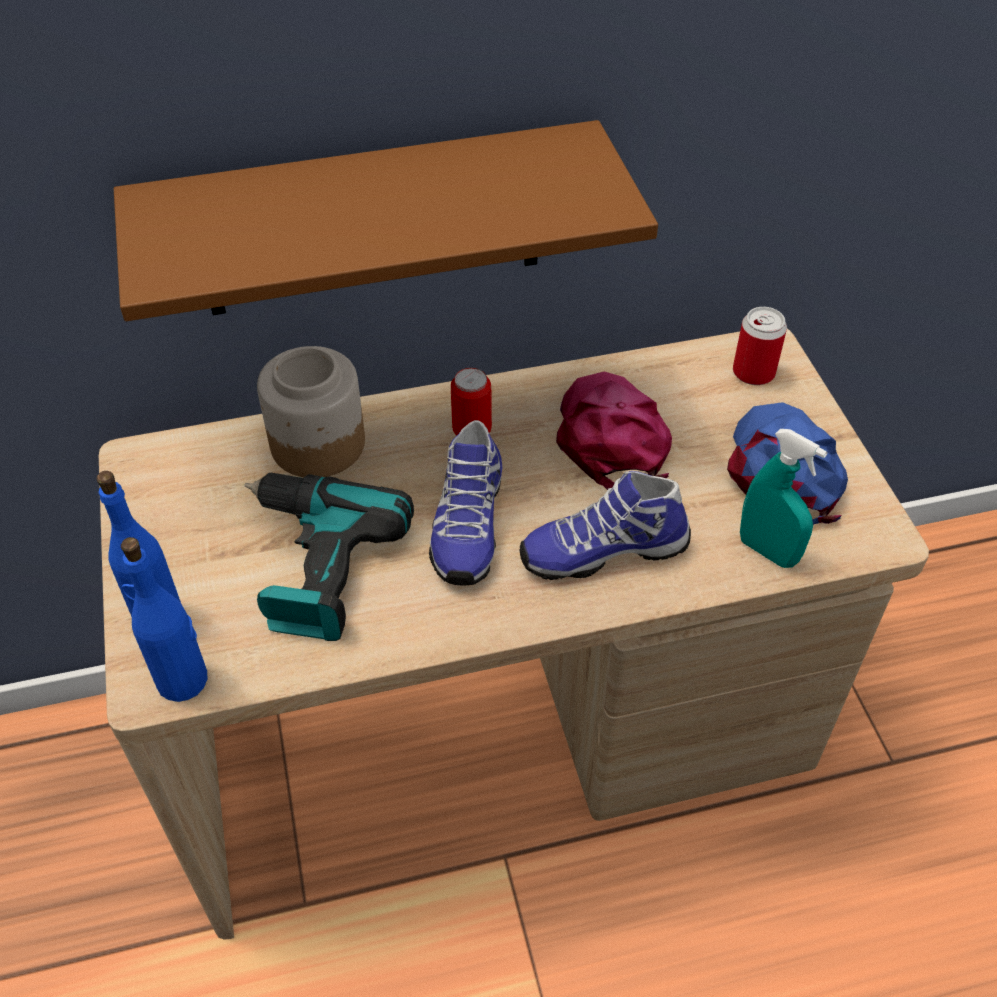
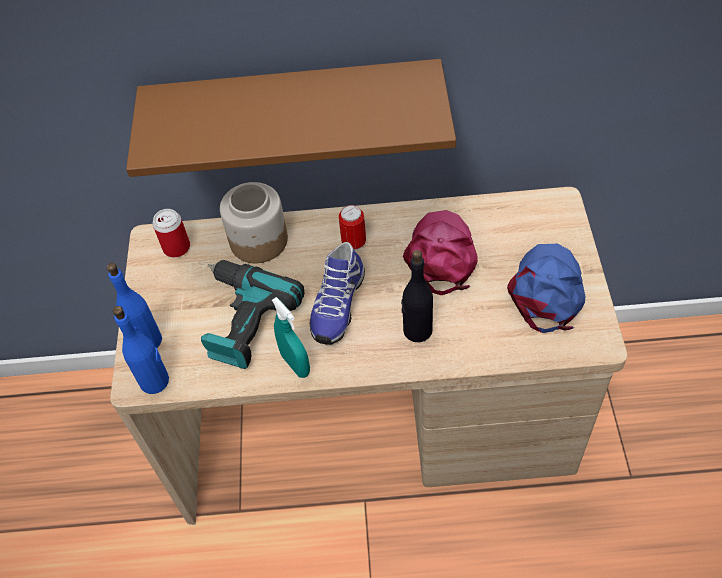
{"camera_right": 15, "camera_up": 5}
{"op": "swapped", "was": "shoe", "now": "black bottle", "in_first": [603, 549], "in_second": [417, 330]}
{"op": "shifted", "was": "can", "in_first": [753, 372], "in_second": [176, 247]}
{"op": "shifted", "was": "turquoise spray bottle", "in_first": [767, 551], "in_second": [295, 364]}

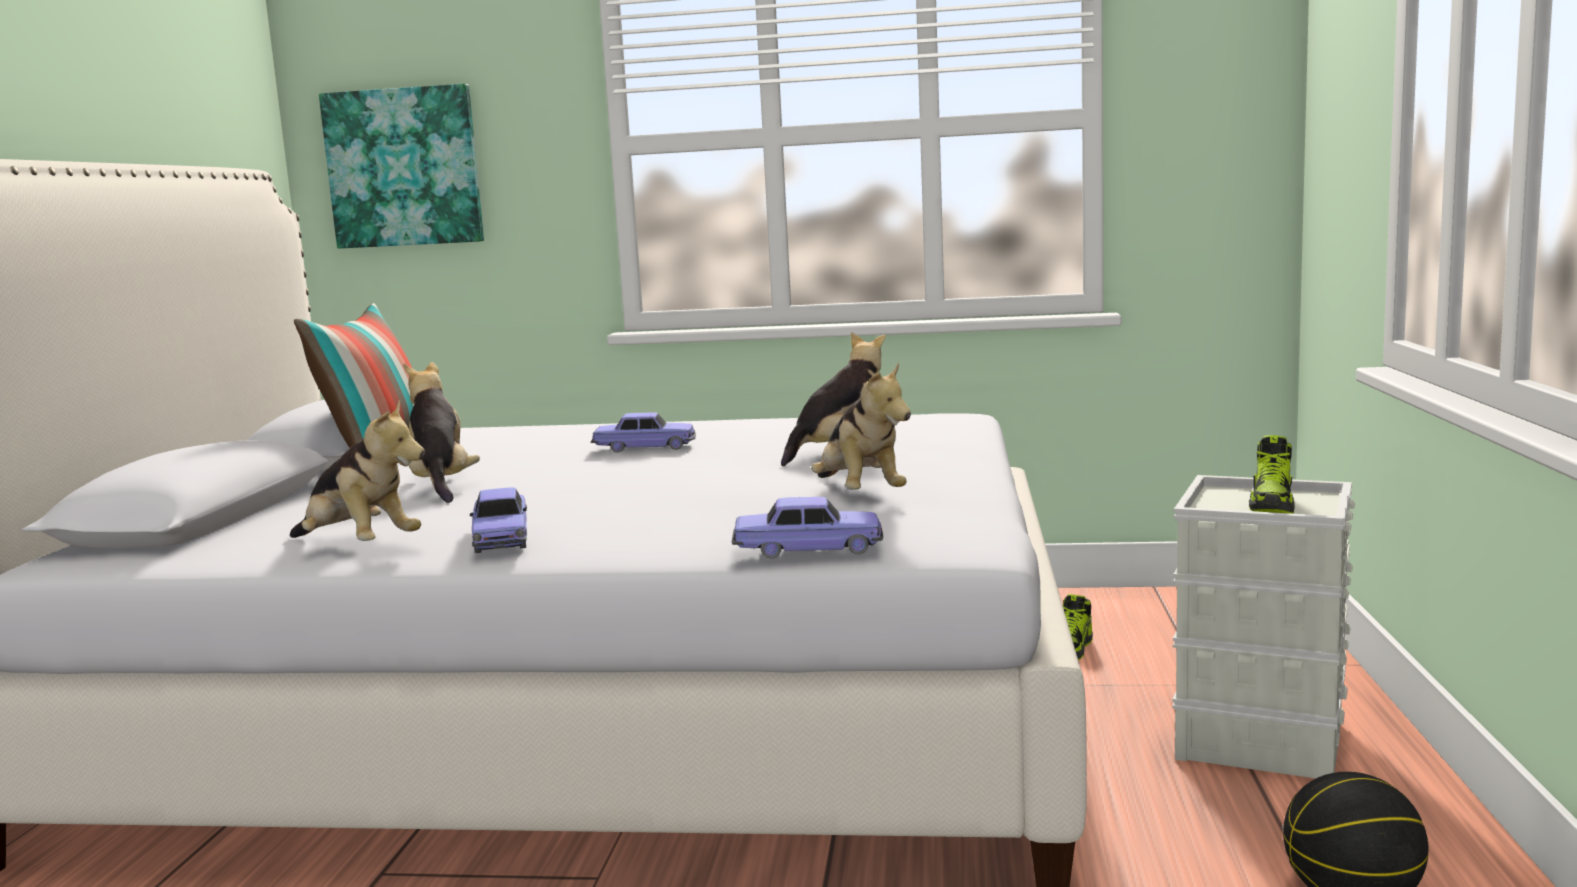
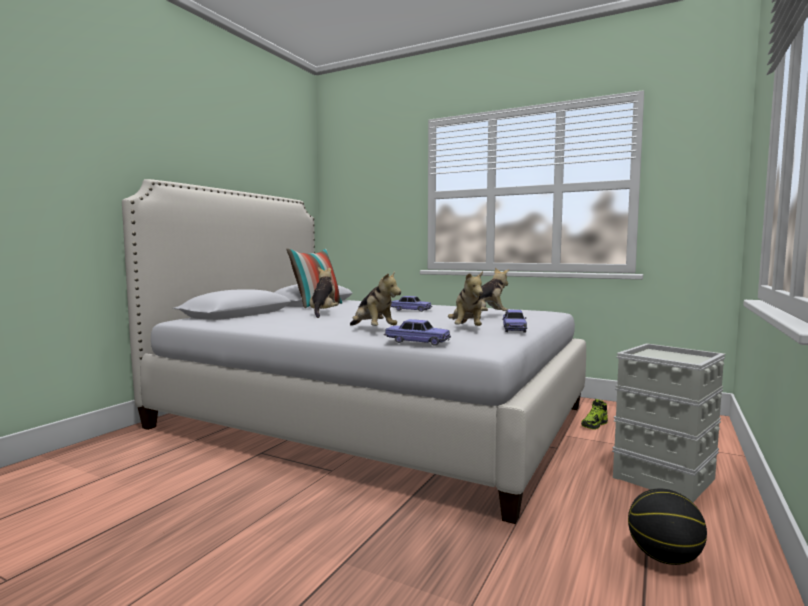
{"camera_right": 20, "camera_up": -5}
{"op": "shifted", "was": "plush toy", "in_first": [358, 547], "in_second": [373, 330]}
{"op": "gone", "was": "picture", "in_first": [404, 167]}
{"op": "shifted", "was": "toy car", "in_first": [501, 538], "in_second": [514, 329]}
{"op": "gone", "was": "shoe", "in_first": [1272, 505]}

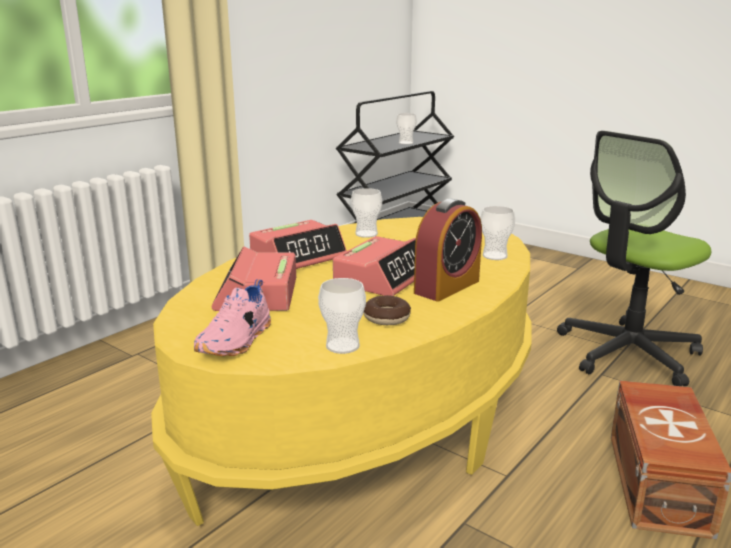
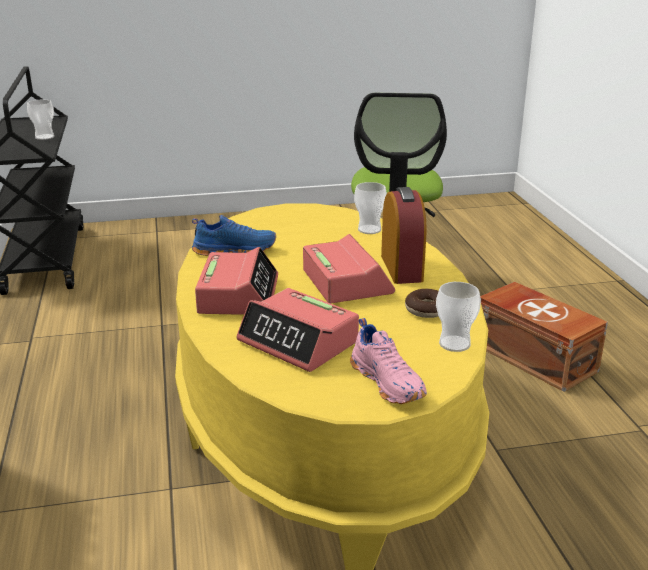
{"camera_right": -50, "camera_up": 5}
{"op": "swapped", "was": "cup", "now": "blue shoe", "in_first": [366, 234], "in_second": [234, 250]}

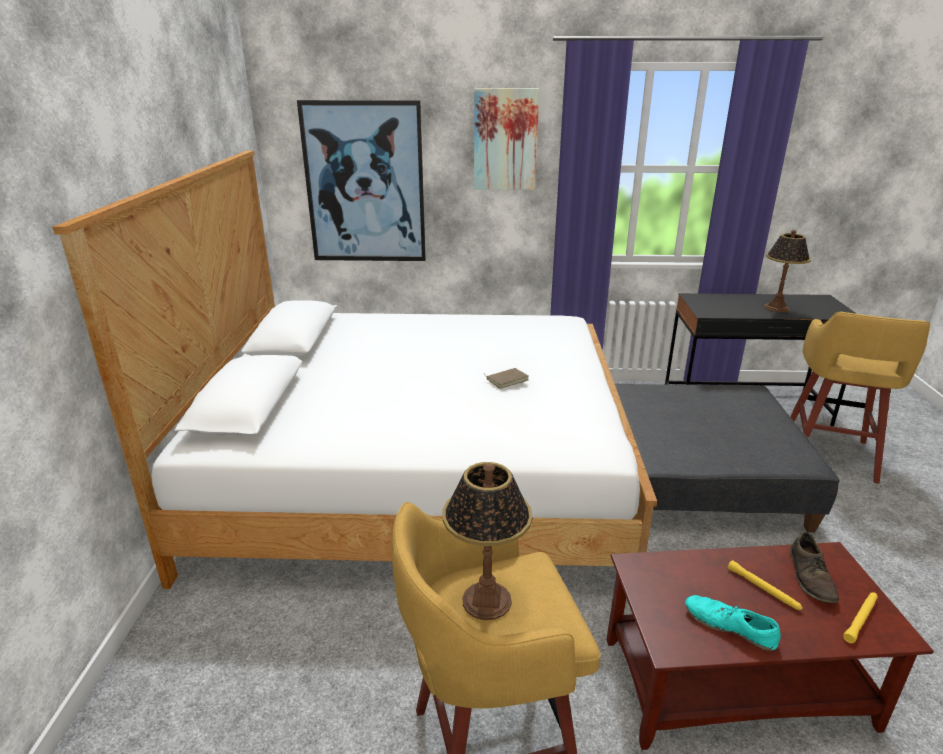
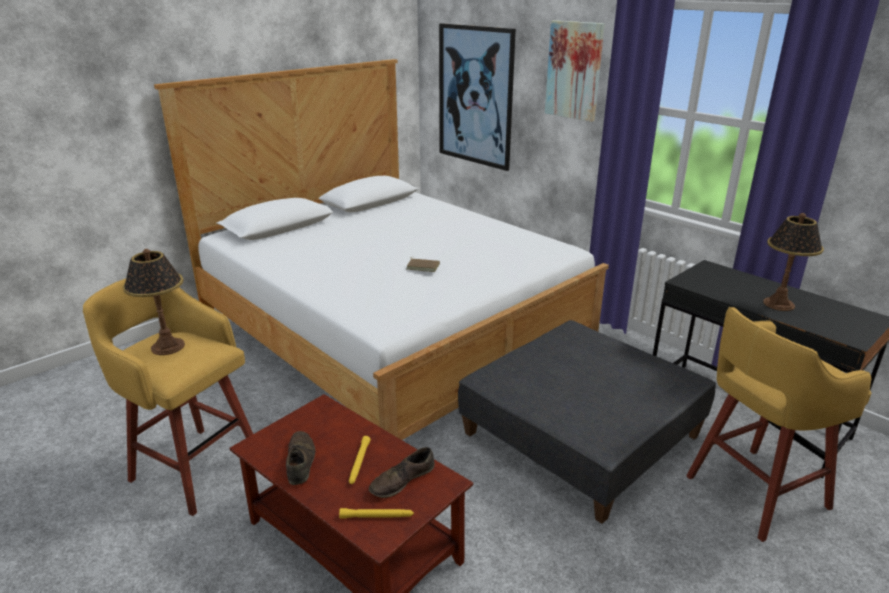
{"camera_right": 45, "camera_up": 0}
{"op": "repainted", "was": "turquoise shoe", "now": "brown shoe", "in_first": [729, 626], "in_second": [300, 461]}

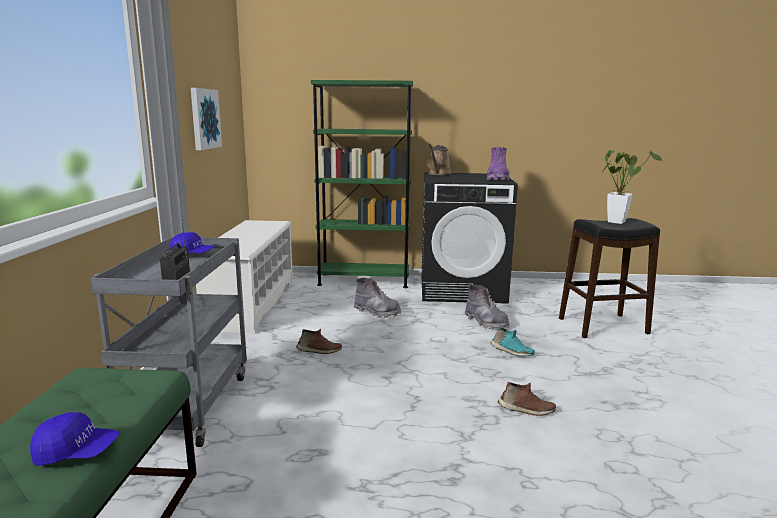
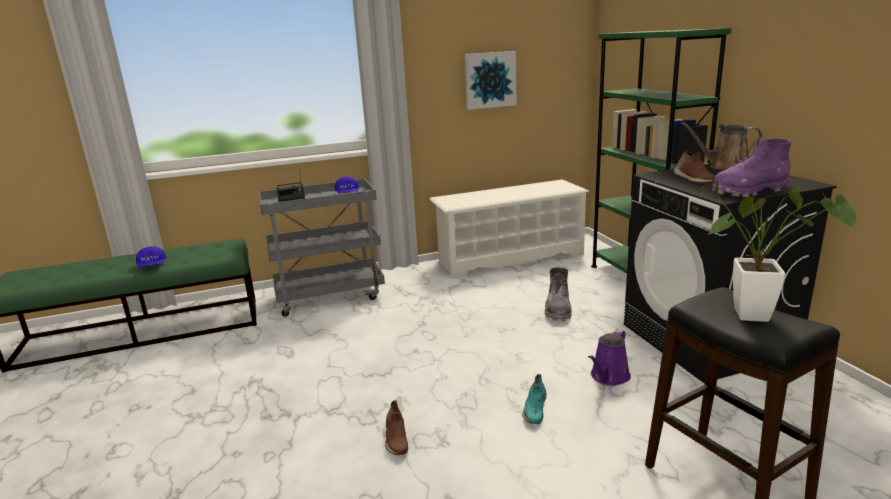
{"camera_right": 70, "camera_up": 5}
{"op": "shifted", "was": "brown shoe", "in_first": [319, 351], "in_second": [693, 180]}
{"op": "swapped", "was": "grey boot", "now": "purple watering can", "in_first": [486, 322], "in_second": [608, 377]}

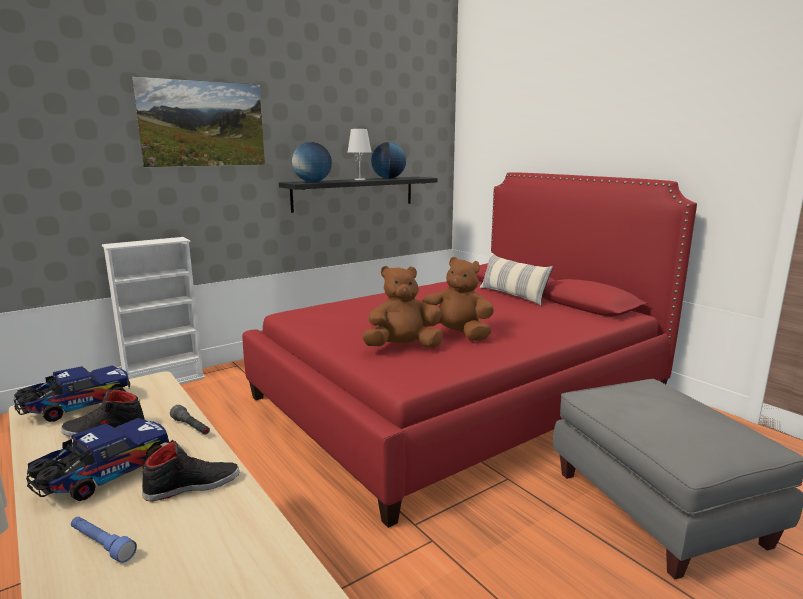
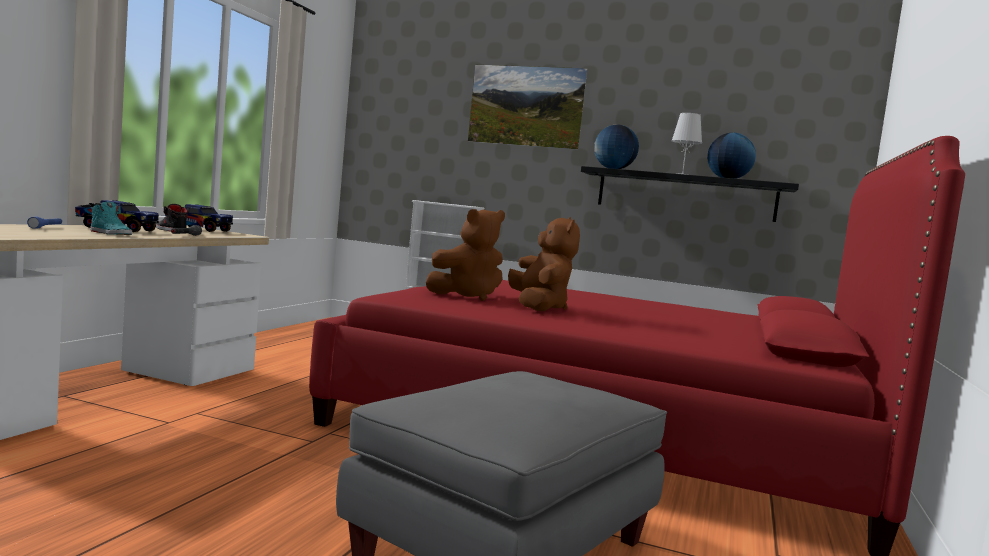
{"camera_right": 55, "camera_up": -10}
{"op": "repainted", "was": "black shoe", "now": "turquoise shoe", "in_first": [192, 485], "in_second": [111, 234]}
{"op": "rotated", "was": "brown plush toy", "in_first": [403, 347], "in_second": [467, 296], "clockwise": 105}
{"op": "gone", "was": "pillow", "in_first": [512, 295]}

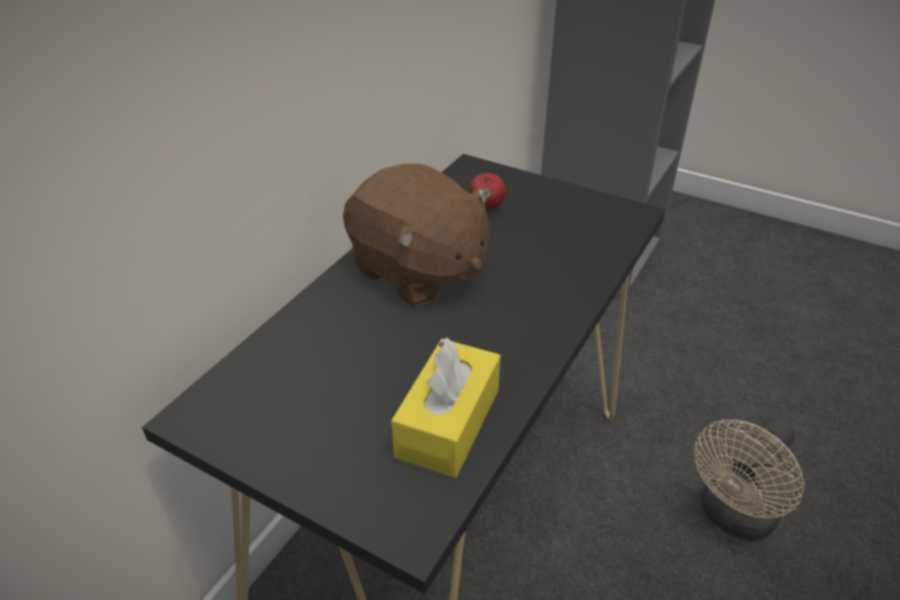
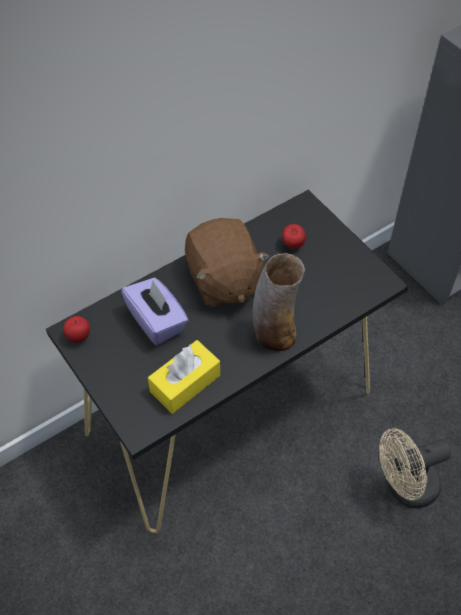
{"camera_right": 25, "camera_up": 15}
{"op": "new", "now": "apple", "in_second": [79, 337]}
{"op": "new", "now": "purple tissue box", "in_second": [157, 321]}
{"op": "new", "now": "vase", "in_second": [274, 334]}

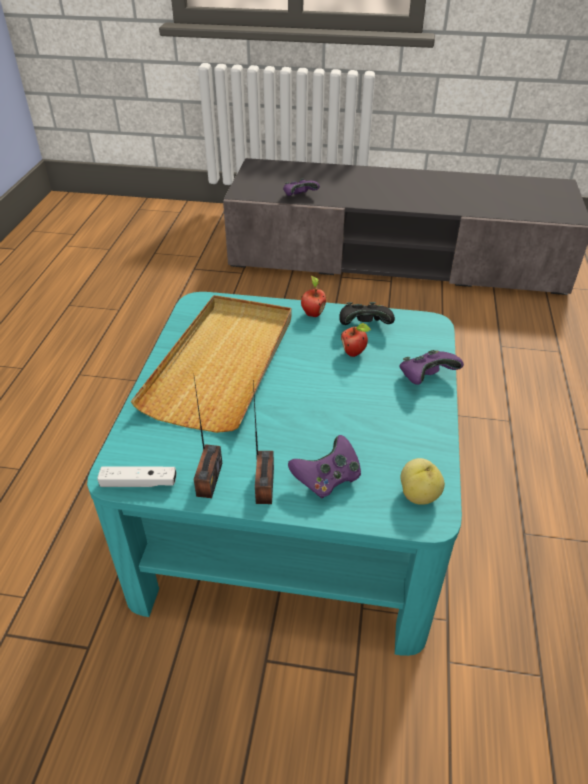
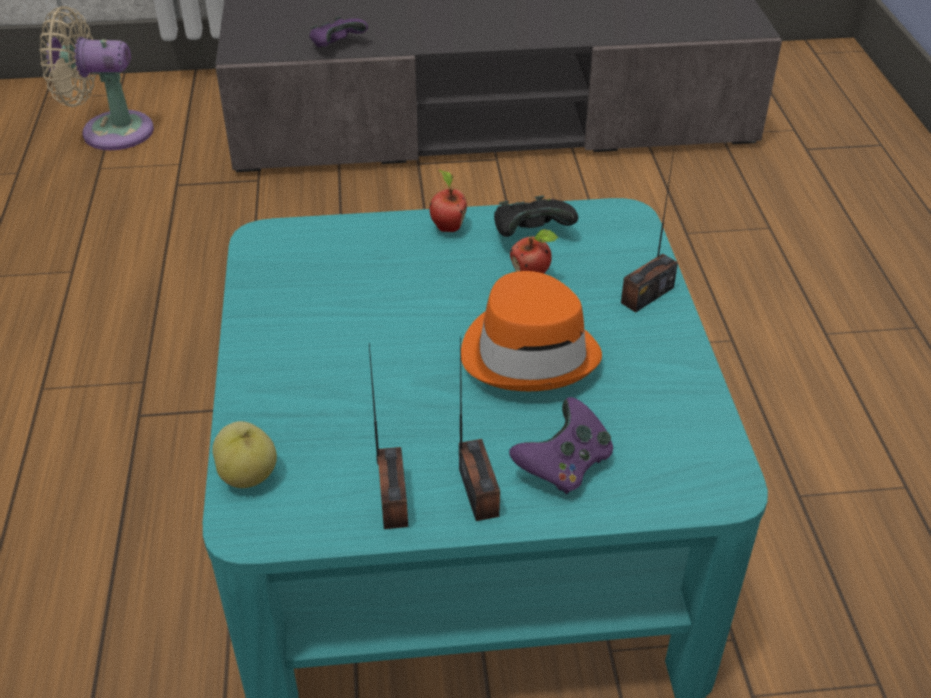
{"camera_right": -15, "camera_up": 0}
{"op": "gone", "was": "white game controller", "in_first": [139, 483]}
{"op": "gone", "was": "beige tray", "in_first": [223, 364]}
{"op": "swapped", "was": "purple game controller", "now": "radio", "in_first": [426, 378], "in_second": [647, 295]}
{"op": "shifted", "was": "apple", "in_first": [419, 495], "in_second": [248, 475]}
{"op": "new", "now": "beige fan", "in_second": [110, 131]}
{"op": "new", "now": "orange hat", "in_second": [529, 352]}

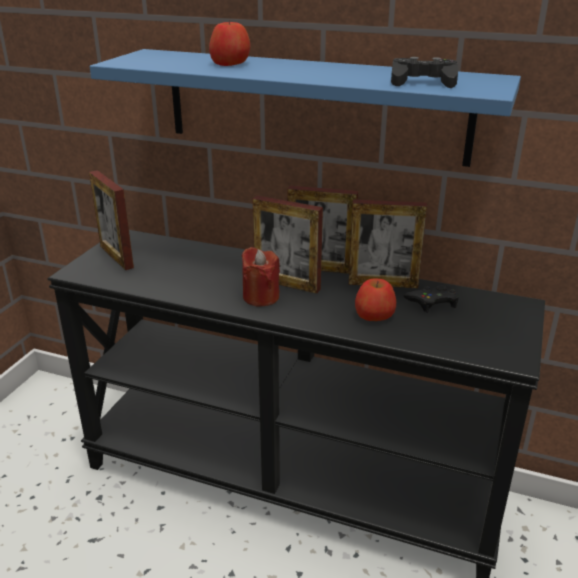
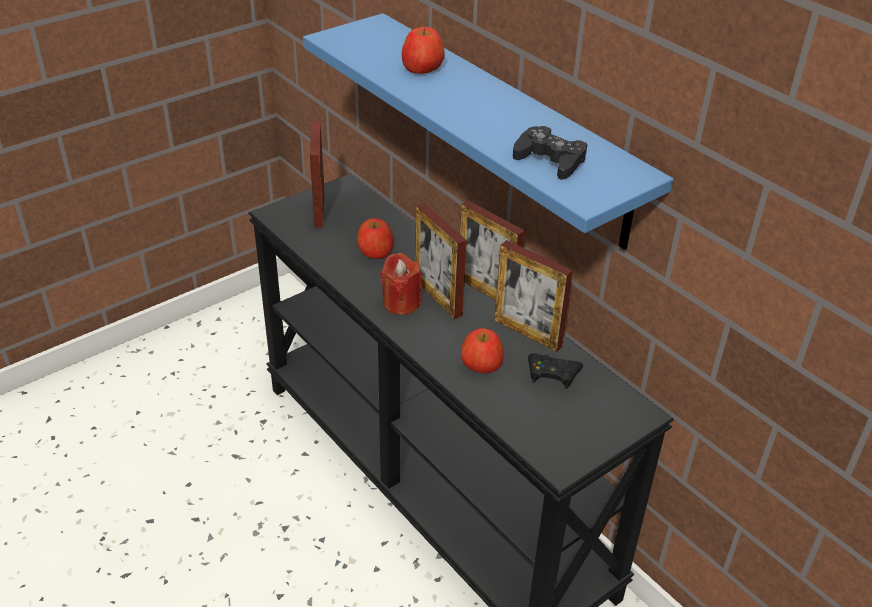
{"camera_right": 30, "camera_up": 10}
{"op": "new", "now": "apple", "in_second": [375, 251]}

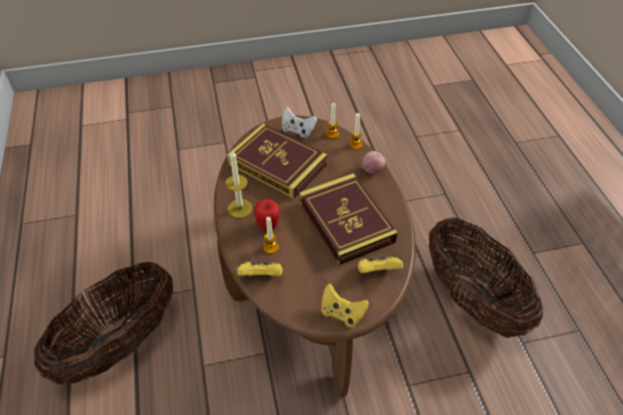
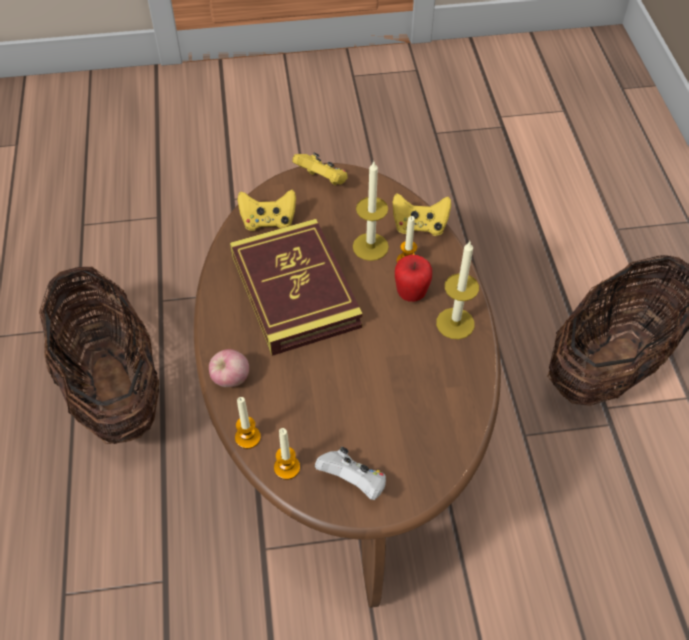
{"camera_right": -175, "camera_up": 5}
{"op": "gone", "was": "book", "in_first": [277, 164]}
{"op": "new", "now": "candle", "in_second": [370, 246]}

